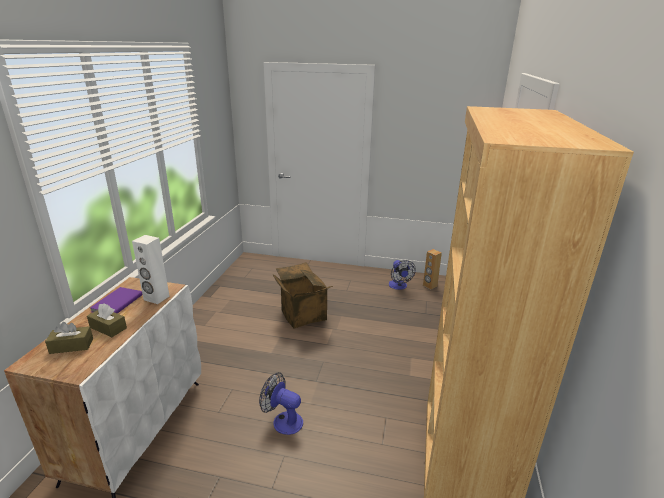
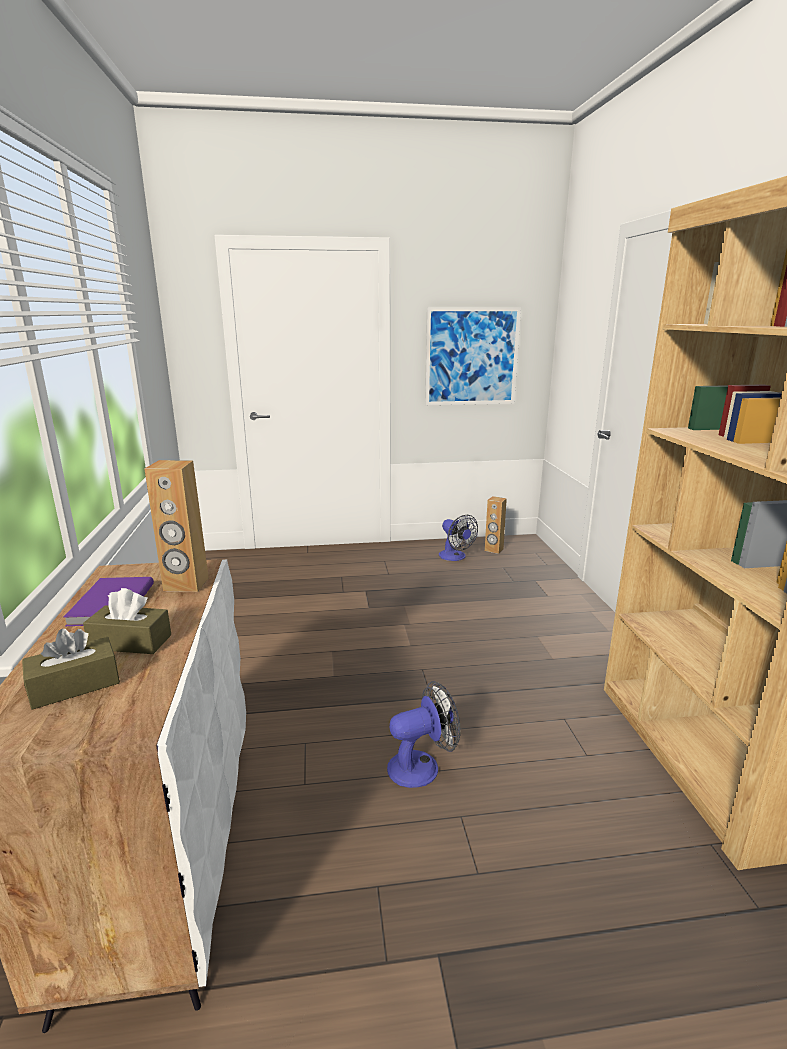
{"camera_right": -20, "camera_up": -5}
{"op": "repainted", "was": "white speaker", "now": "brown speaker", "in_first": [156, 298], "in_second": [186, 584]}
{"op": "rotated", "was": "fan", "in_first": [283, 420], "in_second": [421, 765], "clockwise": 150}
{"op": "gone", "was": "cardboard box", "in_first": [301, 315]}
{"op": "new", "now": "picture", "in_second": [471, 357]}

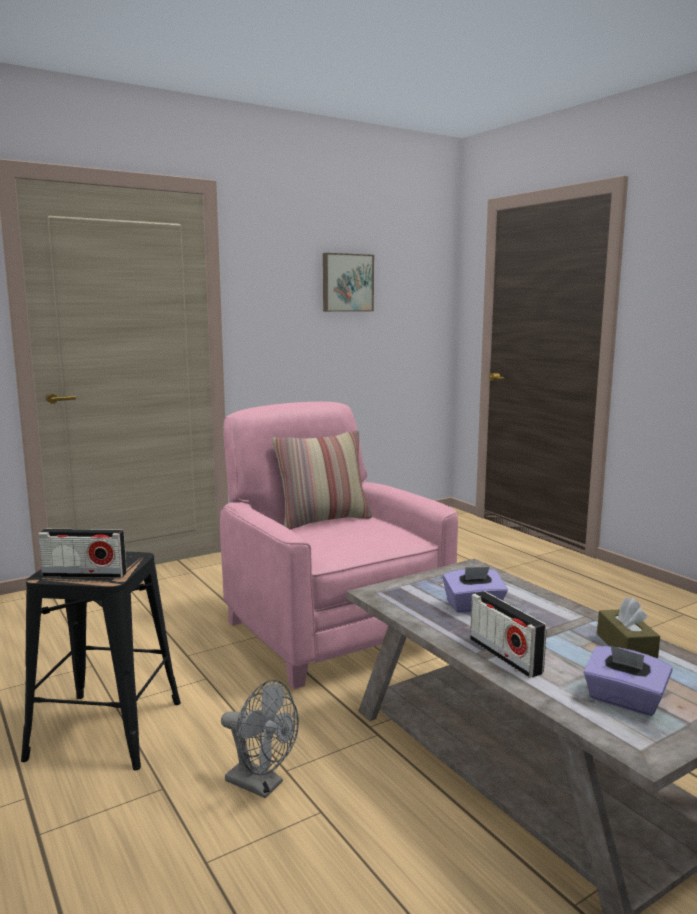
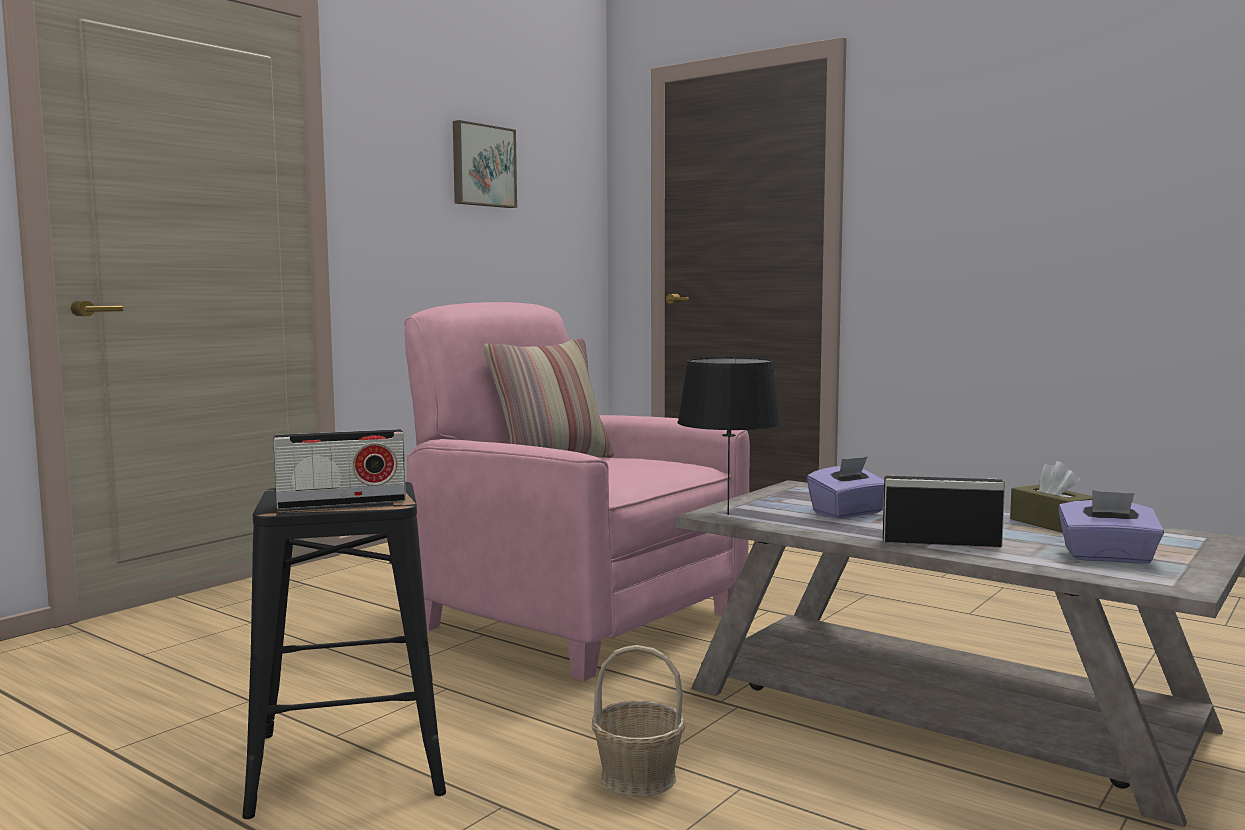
{"camera_right": -20, "camera_up": -5}
{"op": "swapped", "was": "grey fan", "now": "basket", "in_first": [261, 785], "in_second": [637, 777]}
{"op": "rotated", "was": "radio", "in_first": [505, 656], "in_second": [941, 542], "clockwise": 150}
{"op": "new", "now": "black table lamp", "in_second": [729, 514]}

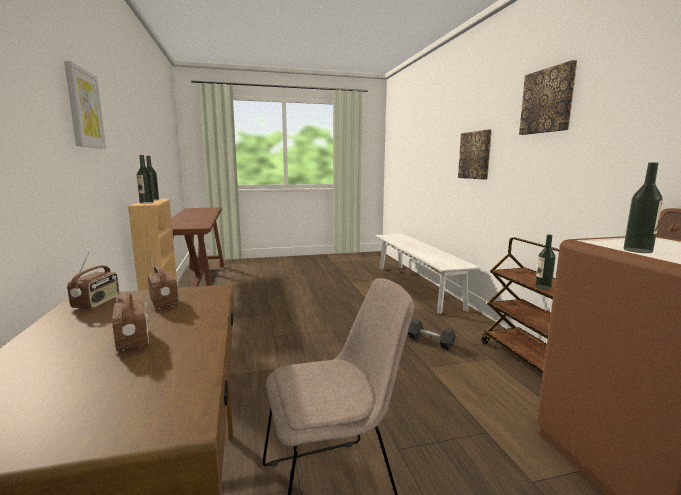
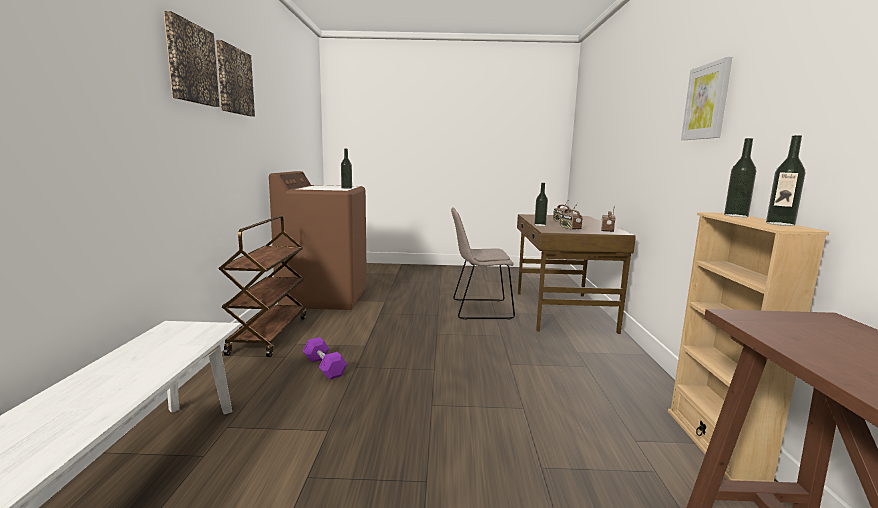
{"camera_right": -165, "camera_up": 0}
{"op": "repainted", "was": "grey dumbbell", "now": "purple dumbbell", "in_first": [430, 341], "in_second": [324, 367]}
{"op": "shifted", "was": "picture", "in_first": [475, 155], "in_second": [234, 81]}
{"op": "shifted", "was": "bottle", "in_first": [543, 287], "in_second": [540, 225]}

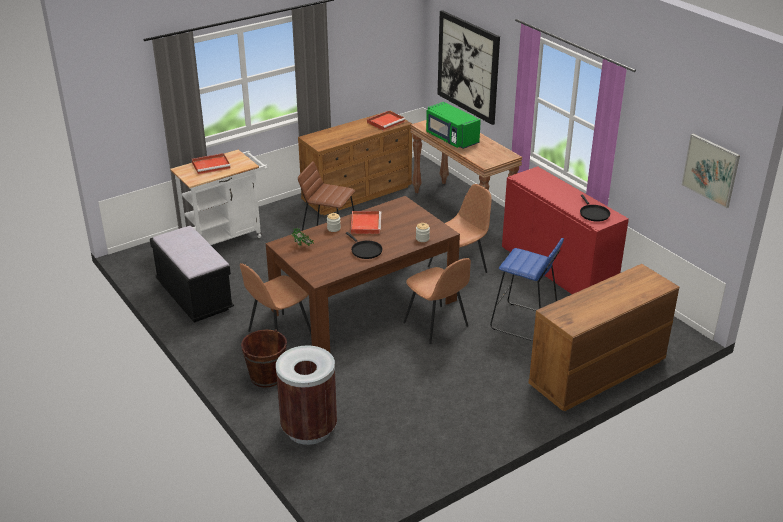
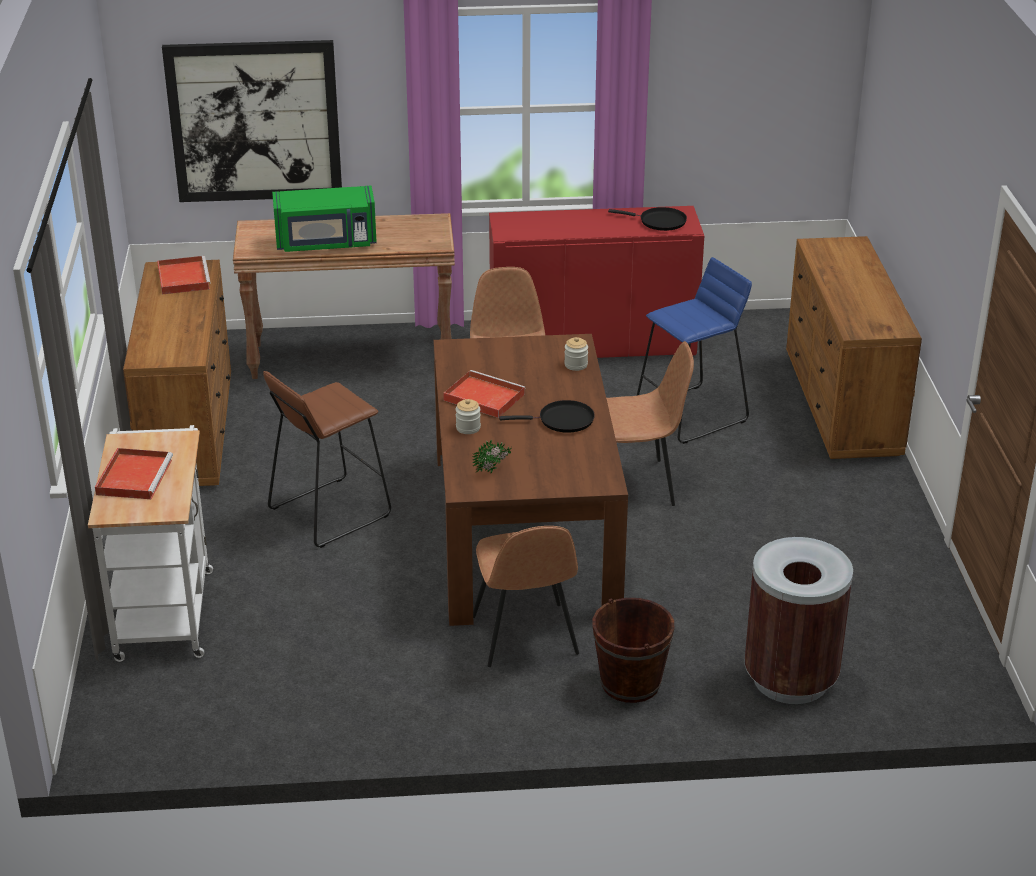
{"camera_right": -60, "camera_up": 0}
{"op": "gone", "was": "black bench", "in_first": [194, 296]}
{"op": "gone", "was": "picture", "in_first": [710, 170]}

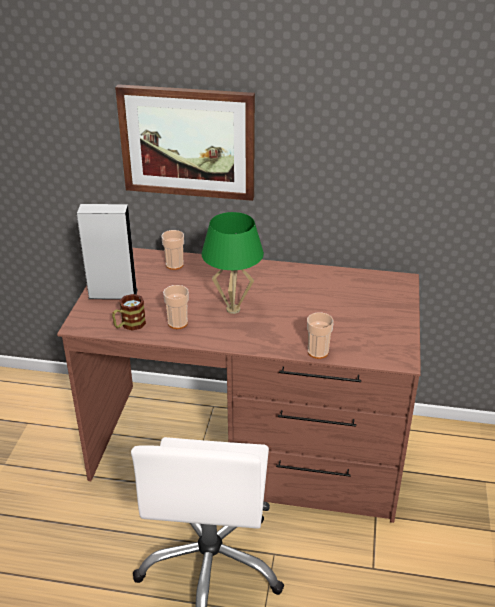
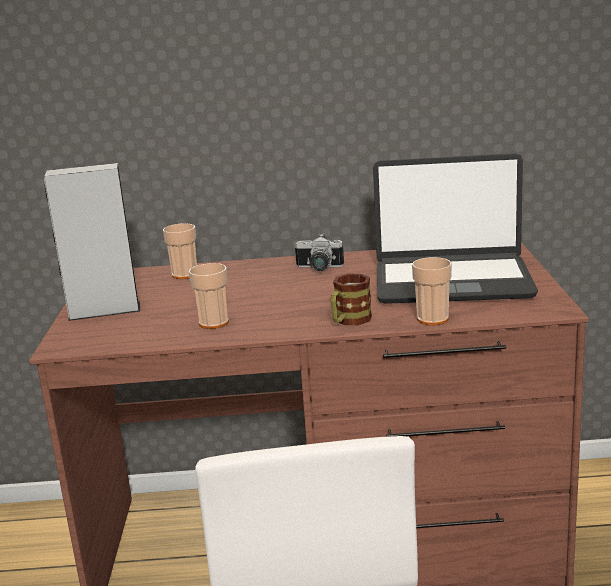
{"camera_right": -10, "camera_up": -15}
{"op": "shifted", "was": "mug", "in_first": [129, 325], "in_second": [349, 321]}
{"op": "gone", "was": "picture", "in_first": [188, 142]}
{"op": "gone", "was": "green table lamp", "in_first": [233, 309]}
{"op": "new", "now": "photo camera", "in_second": [318, 268]}
{"op": "new", "now": "laptop", "in_second": [452, 281]}

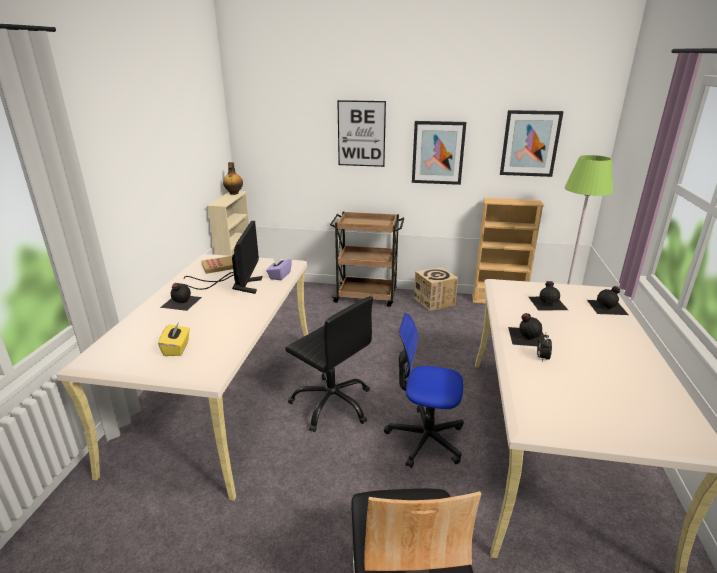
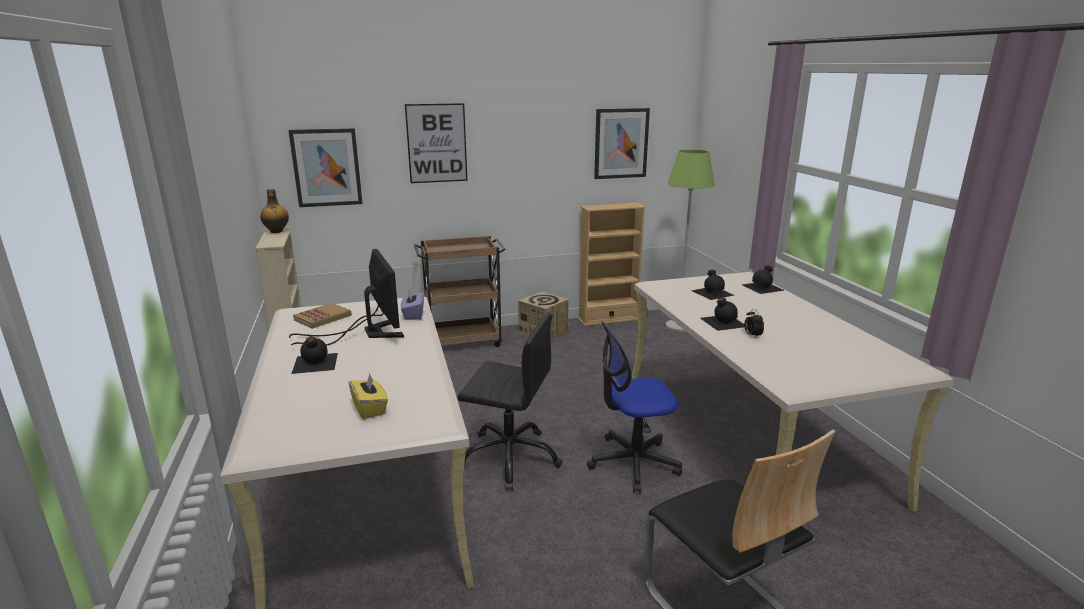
{"camera_right": -25, "camera_up": -5}
{"op": "shifted", "was": "picture", "in_first": [438, 153], "in_second": [326, 167]}

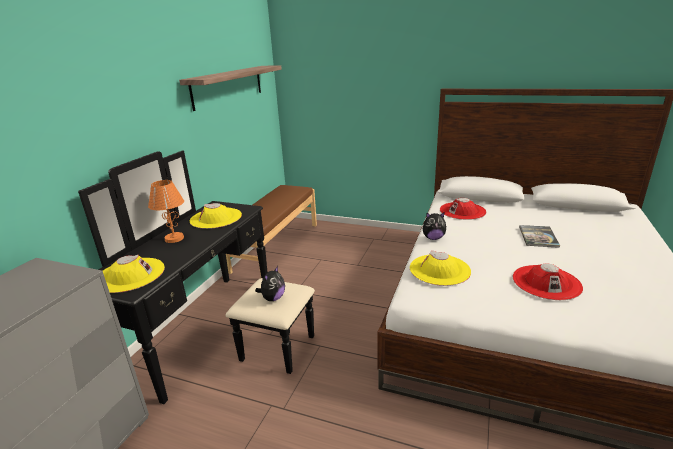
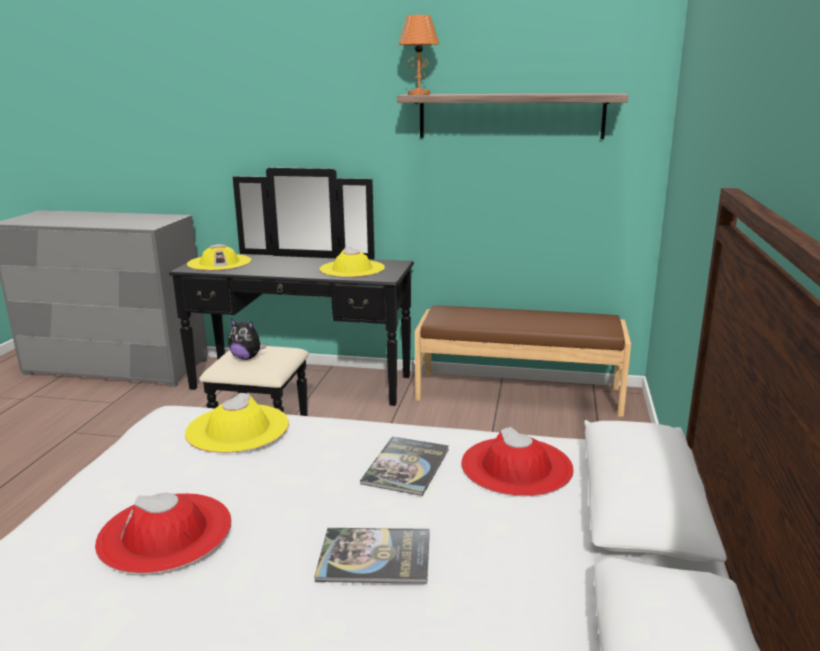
{"camera_right": 80, "camera_up": -5}
{"op": "shifted", "was": "orange table lamp", "in_first": [174, 238], "in_second": [418, 94]}
{"op": "gone", "was": "plush toy", "in_first": [433, 238]}
{"op": "new", "now": "book", "in_second": [406, 466]}

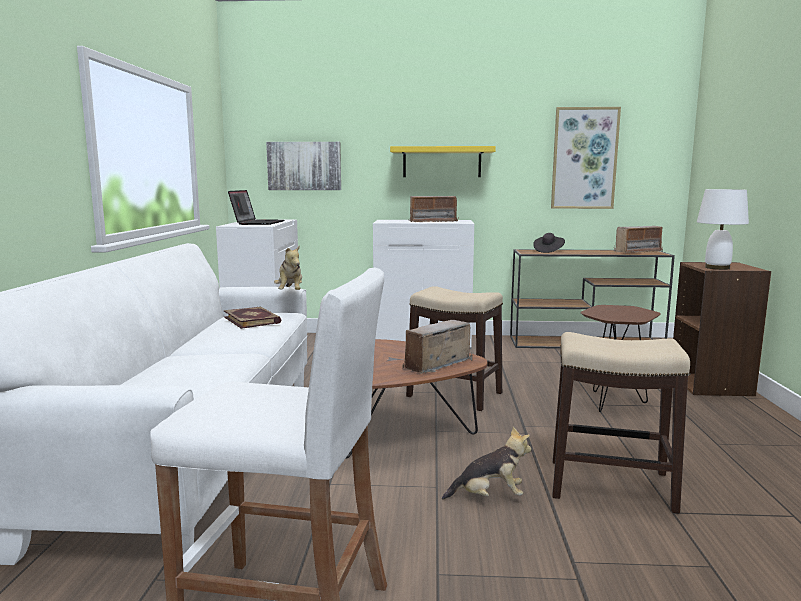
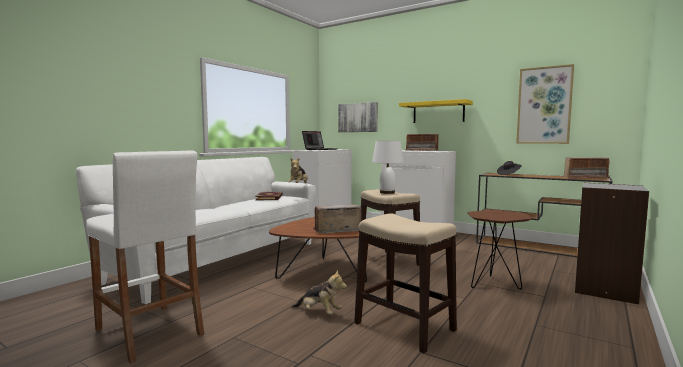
{"camera_right": 30, "camera_up": -5}
{"op": "repainted", "was": "brown bookcase", "now": "grey bookcase", "in_first": [711, 385], "in_second": [606, 289]}
{"op": "shifted", "was": "white table lamp", "in_first": [717, 268], "in_second": [387, 192]}

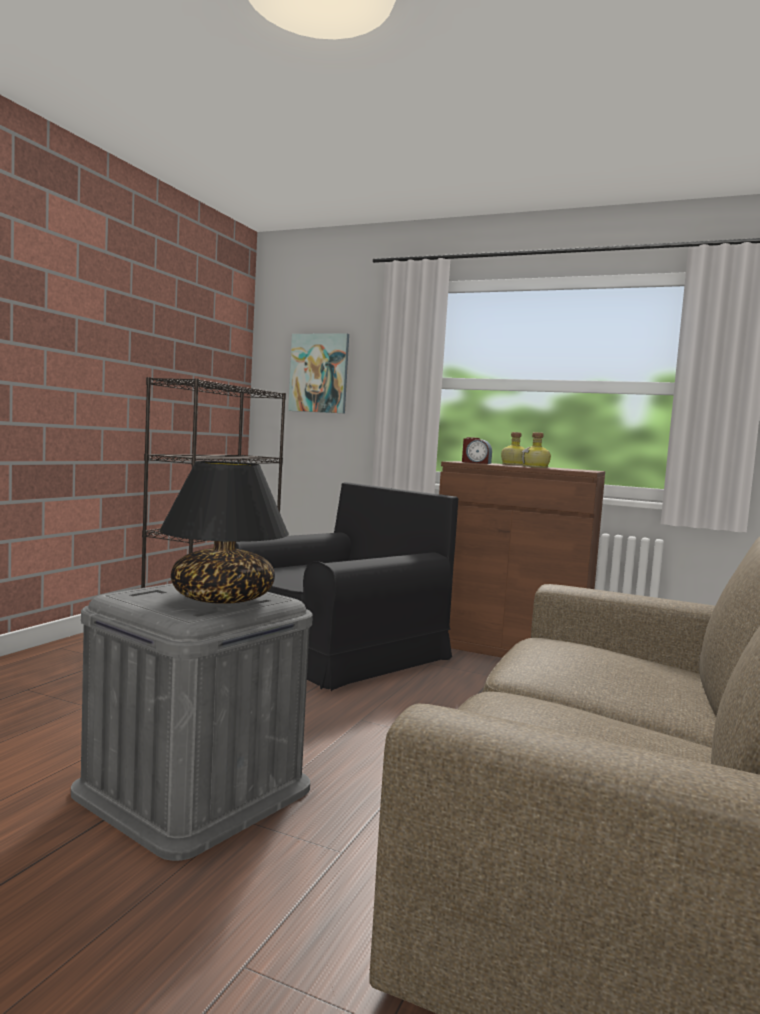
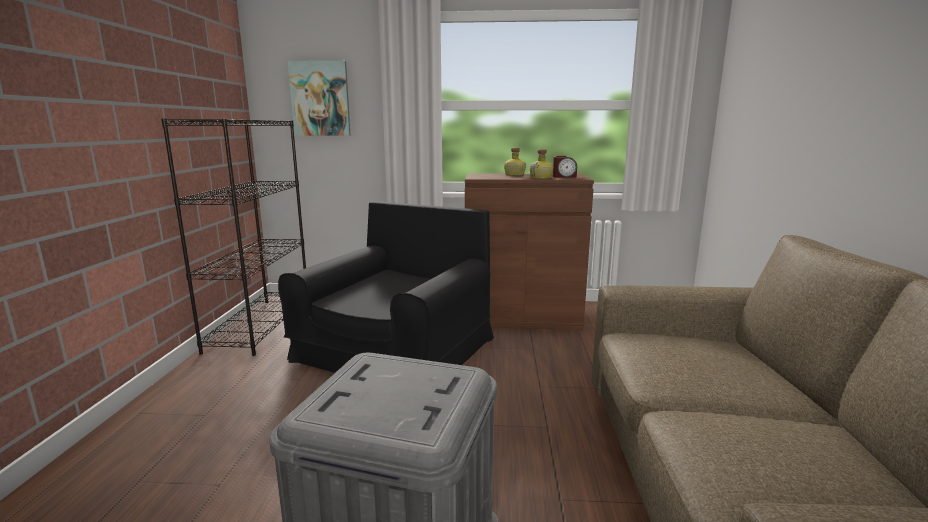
{"camera_right": -20, "camera_up": 10}
{"op": "gone", "was": "black table lamp", "in_first": [223, 599]}
{"op": "shifted", "was": "alarm clock", "in_first": [476, 462], "in_second": [564, 176]}

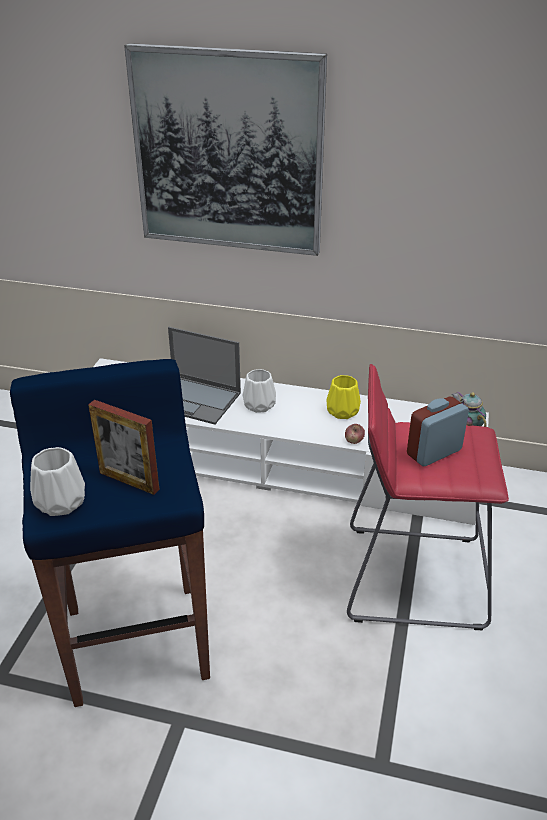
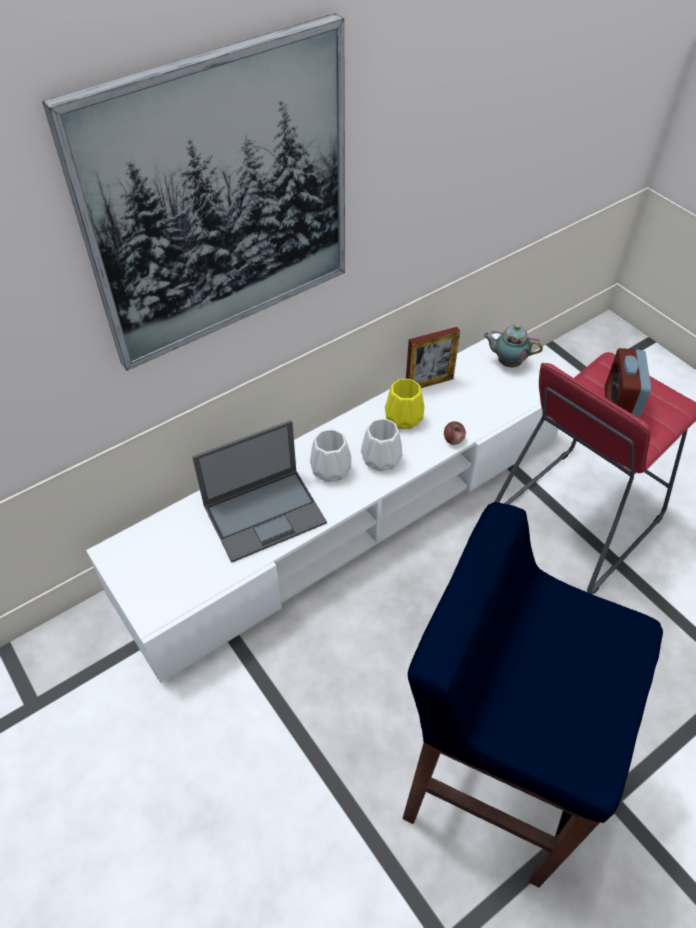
{"camera_right": -50, "camera_up": 15}
{"op": "shifted", "was": "white vase", "in_first": [60, 502], "in_second": [380, 459]}
{"op": "shifted", "was": "picture frame", "in_first": [129, 481], "in_second": [429, 383]}

